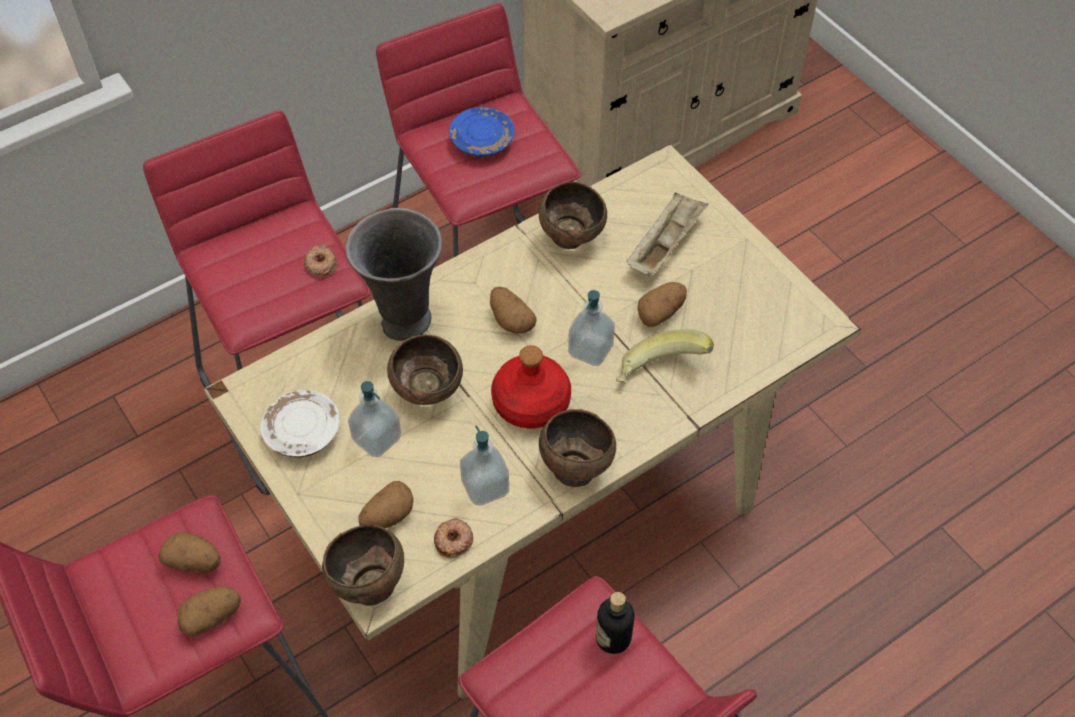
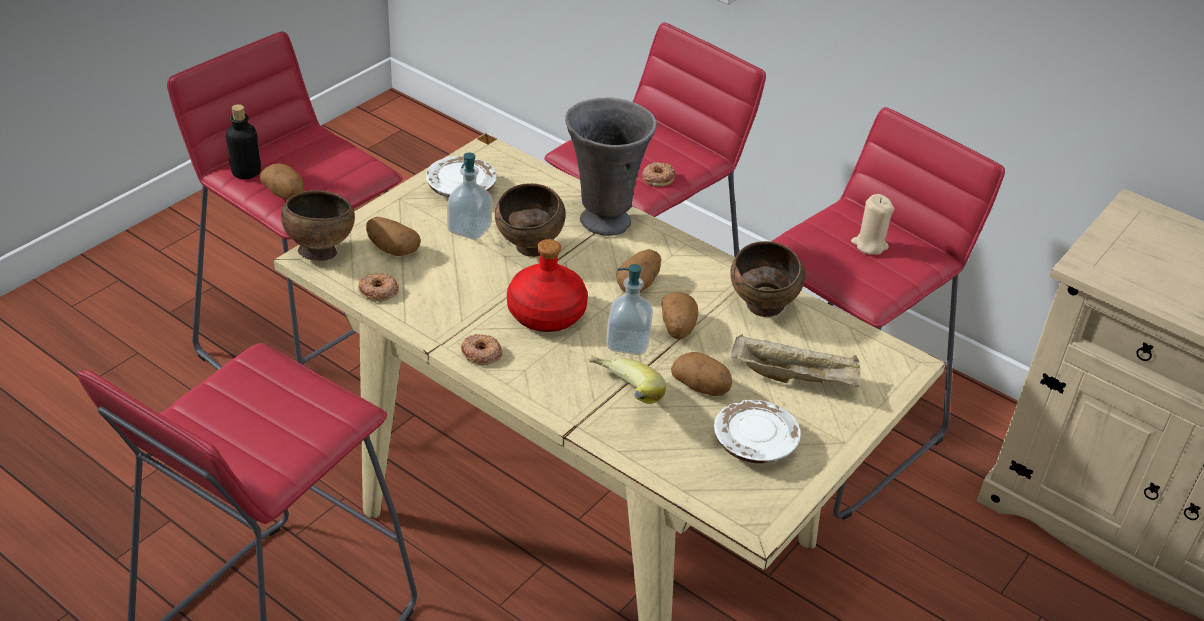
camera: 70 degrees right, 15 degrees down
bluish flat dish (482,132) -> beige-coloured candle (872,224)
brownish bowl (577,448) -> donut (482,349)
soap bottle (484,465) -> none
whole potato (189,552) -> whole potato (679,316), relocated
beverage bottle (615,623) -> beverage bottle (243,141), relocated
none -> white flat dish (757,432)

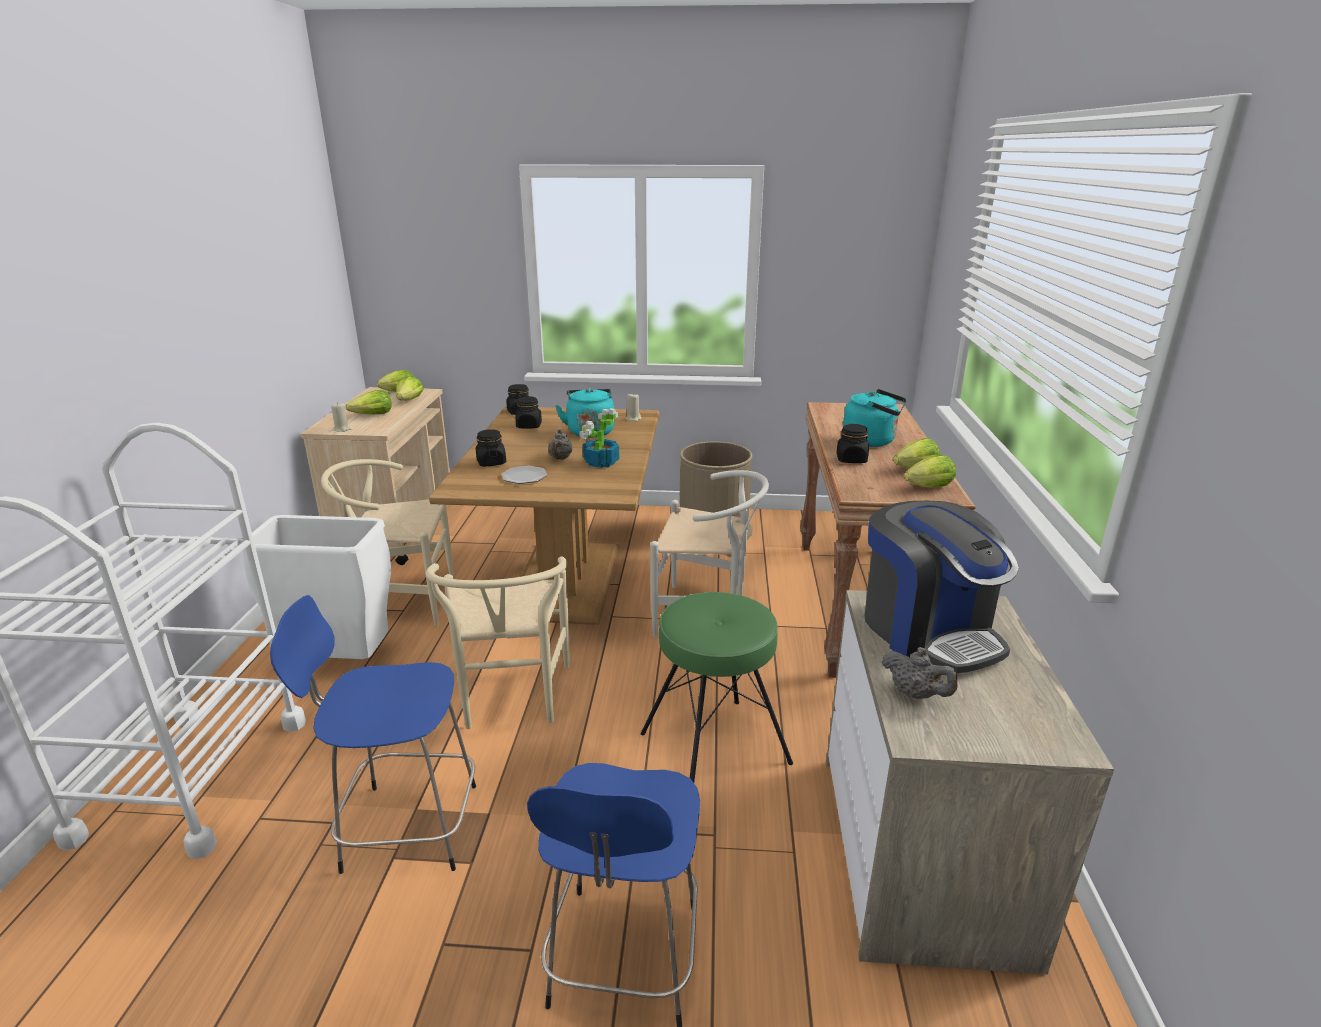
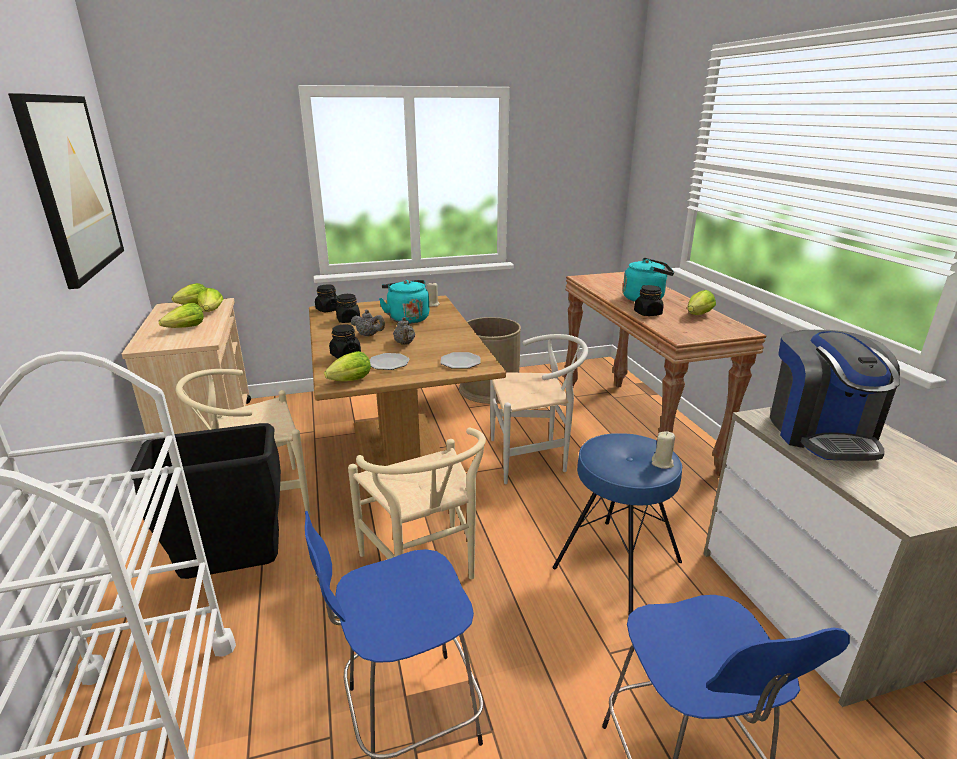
camera: 20 degrees left, 0 degrees up
beige-coloured candle (341,417) -> beige-coloured candle (663,450), relocated
houseplant (599,438) -> none
head of lettuce (930,471) -> head of lettuce (347,366), relocated
coffee machine (942,587) -> coffee machine (835,395), 45 degrees clockwise
white waste bin (317,587) -> black waste bin (205,501)
green sitting stool (717,687) -> bluish sitting stool (617,524)
grey teapot (920,673) -> grey teapot (368,323), relocated
none -> wall picture (66,191)
none -> flat dish (460,360)

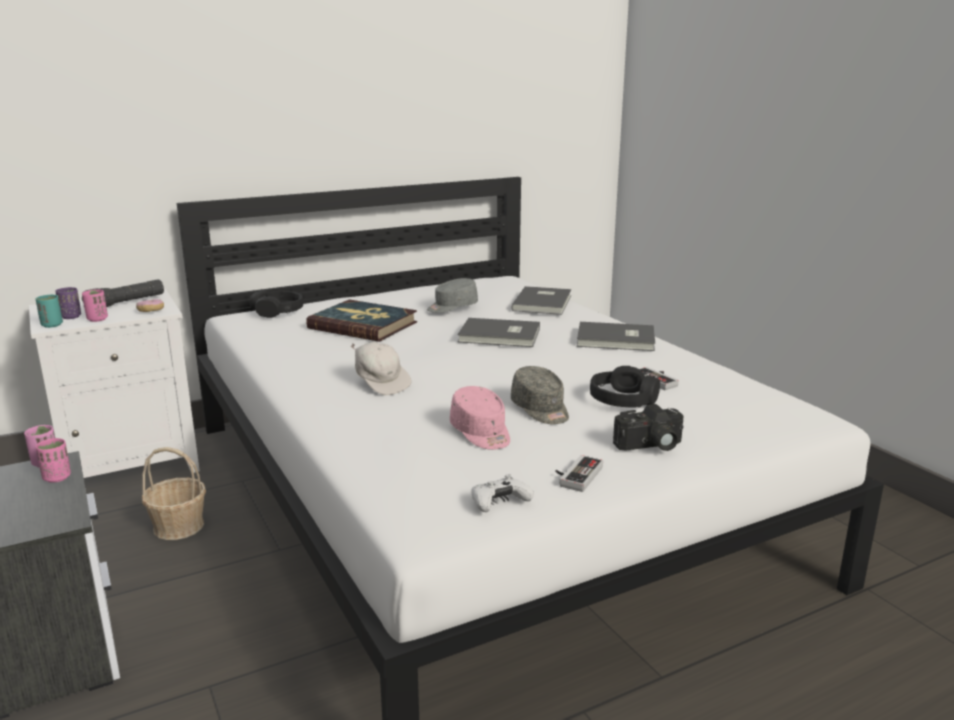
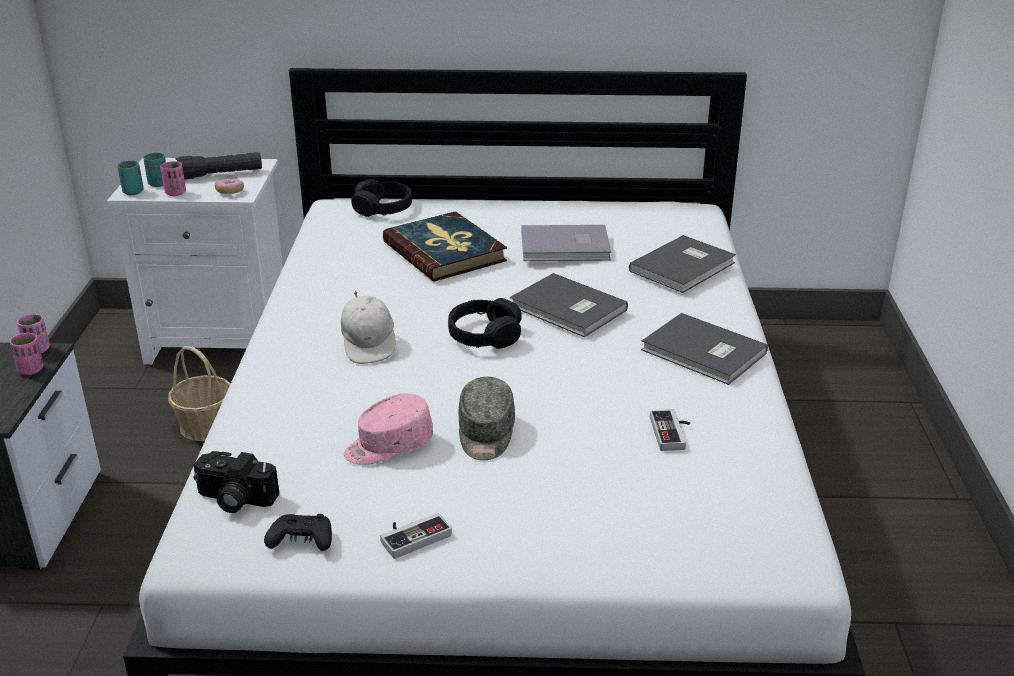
camera: 30 degrees right, 10 degrees up
grey baseball cap (452,295) -> grey bound book (566,243)
purple drinking cup (68,303) -> turquoise-coloured drinking cup (154,169)
black pair of headphones (625,387) -> black pair of headphones (485,323), relocated
pinkish baseball cap (480,418) -> pinkish baseball cap (388,429), 60 degrees clockwise
photo camera (648,427) -> photo camera (236,482), relocated
white joypad (502,493) -> black joypad (298,532)

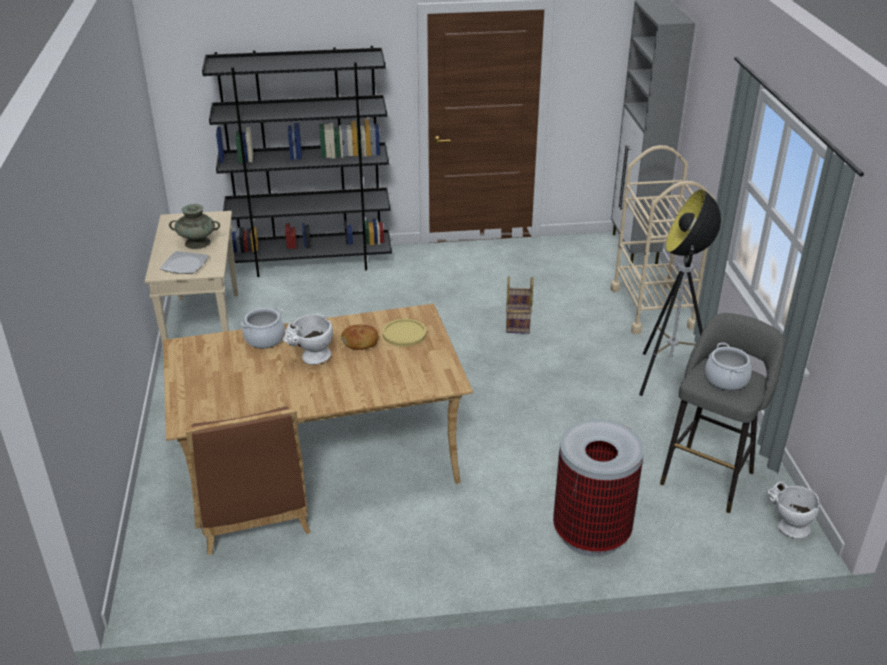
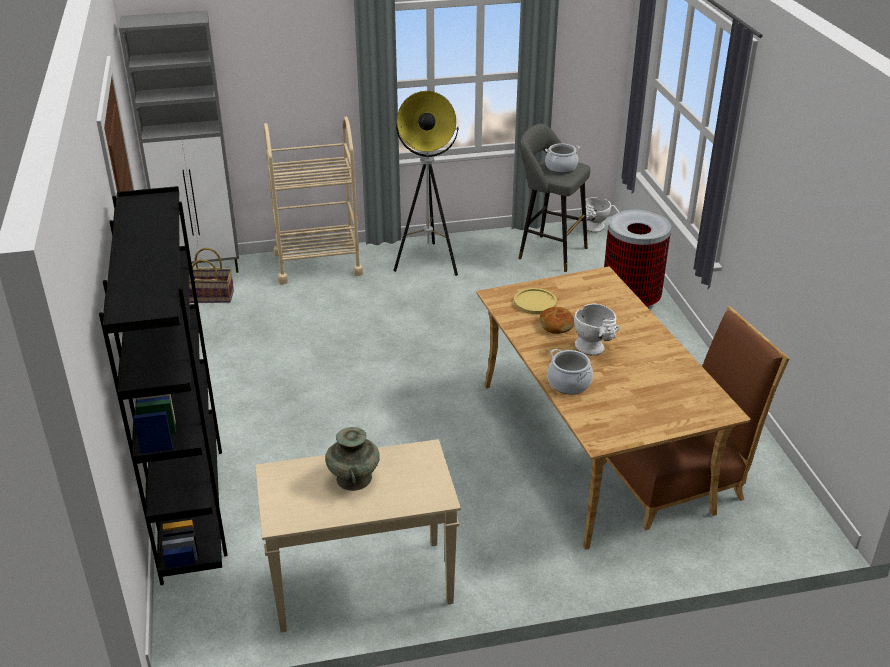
camera: 95 degrees left, 0 degrees up
flat dish (184,262) -> none
basket (519,305) -> basket (211,275), relocated

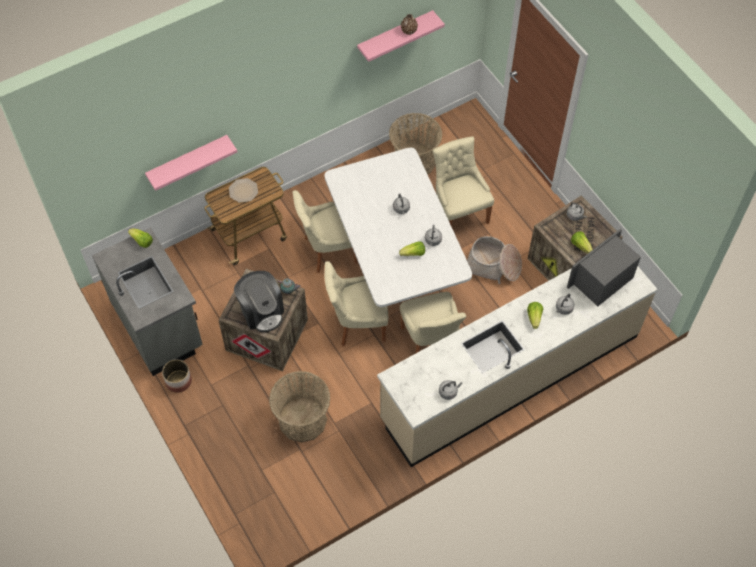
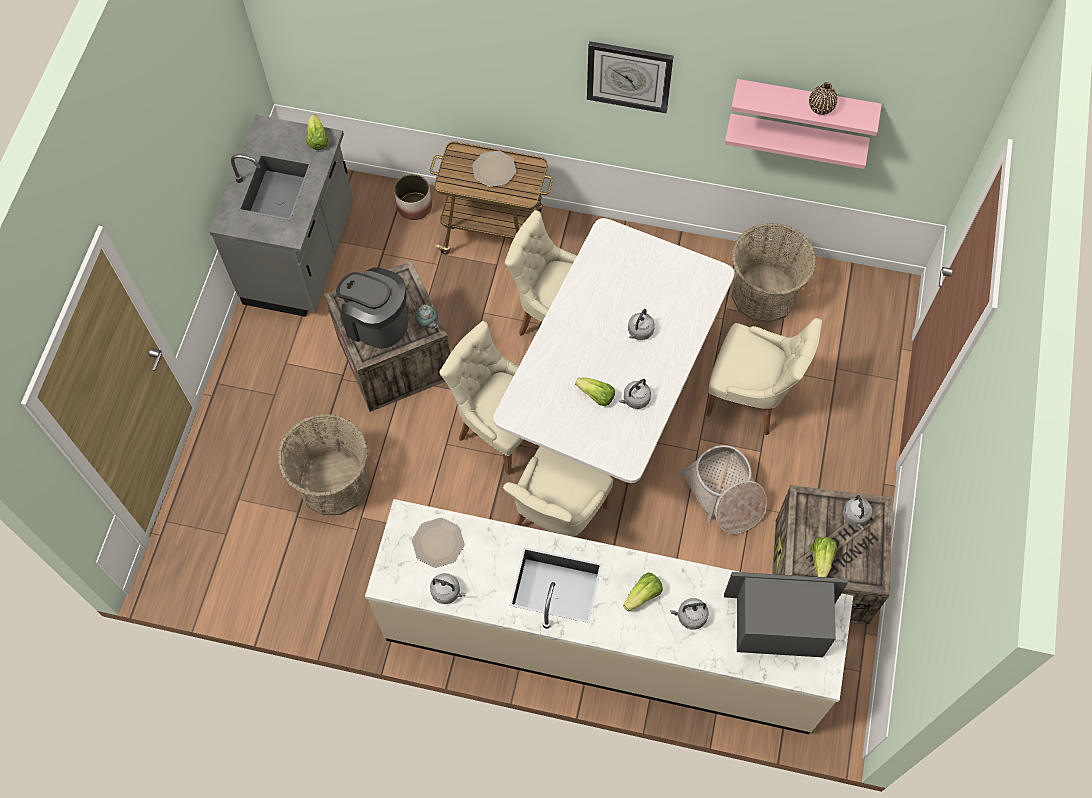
camera: 45 degrees right, 5 degrees up
pinkish bracket shelf (191,163) -> pinkish bracket shelf (797,141), relocated
beige-coloured chair (463,181) -> beige-coloured chair (764,376), 90 degrees clockwise
coffee machine (259,301) -> coffee machine (372,308), 105 degrees clockwise
planter (177,376) -> planter (413,197), relocated
none -> wall clock (630,77)
none -> flat dish (438,543)

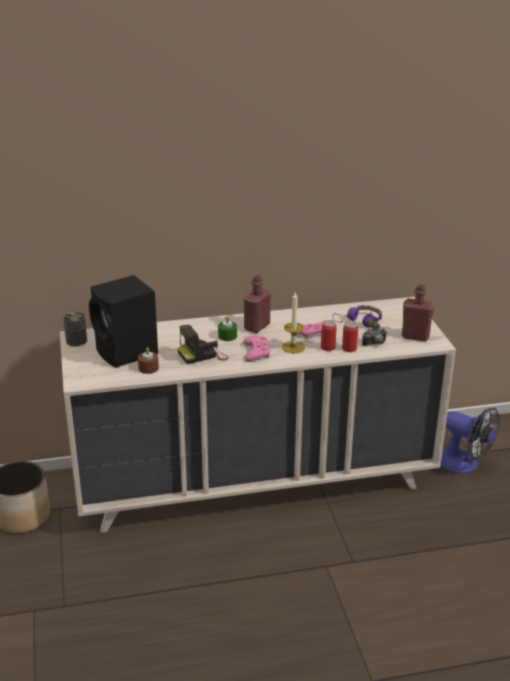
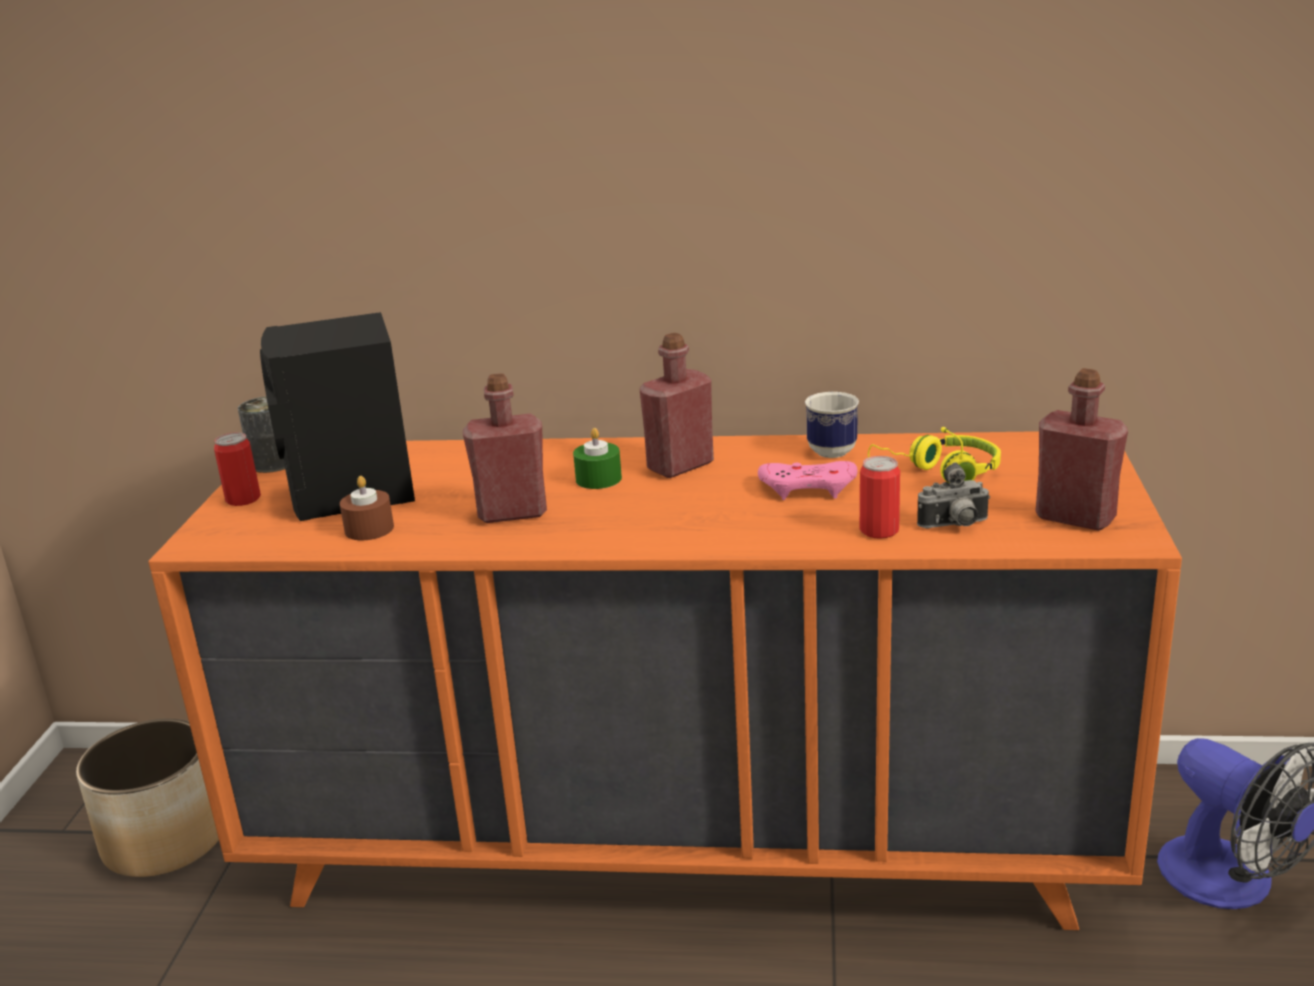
camera: 20 degrees right, 5 degrees down
candle (293,322) -> none
beige-coloured chest of drawers (258,415) -> orangey chest of drawers (665,680)
purple pair of headphones (357,316) -> yellow-coloured pair of headphones (934,455)
sealed can (329,335) -> sealed can (237,469), relocated
photo camera (203,344) -> red-coloured beverage bottle (505,448)
pinkish joypad (256,349) -> none
none -> tea mug (832,425)

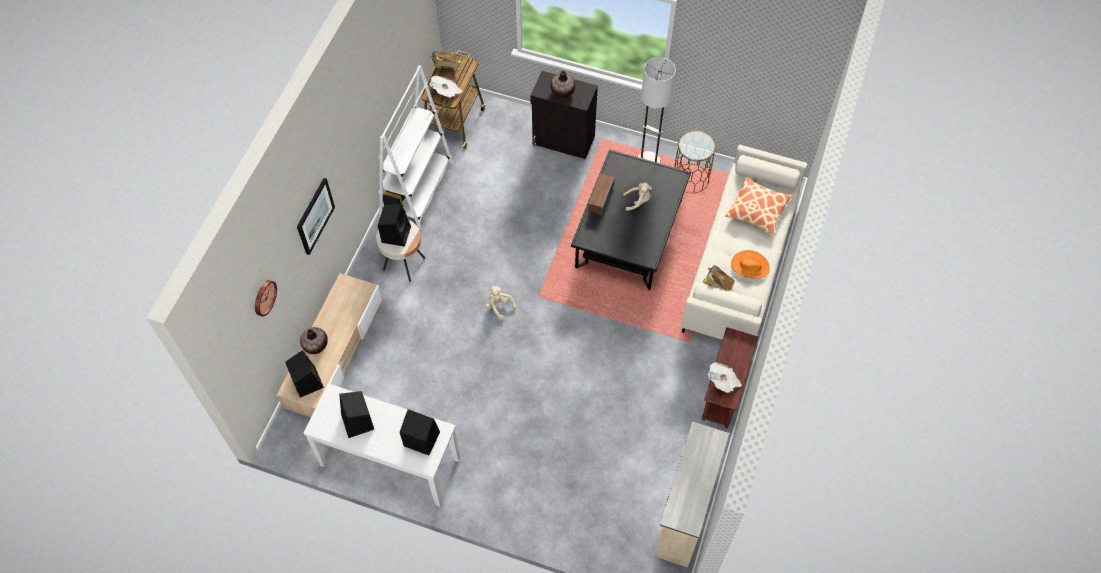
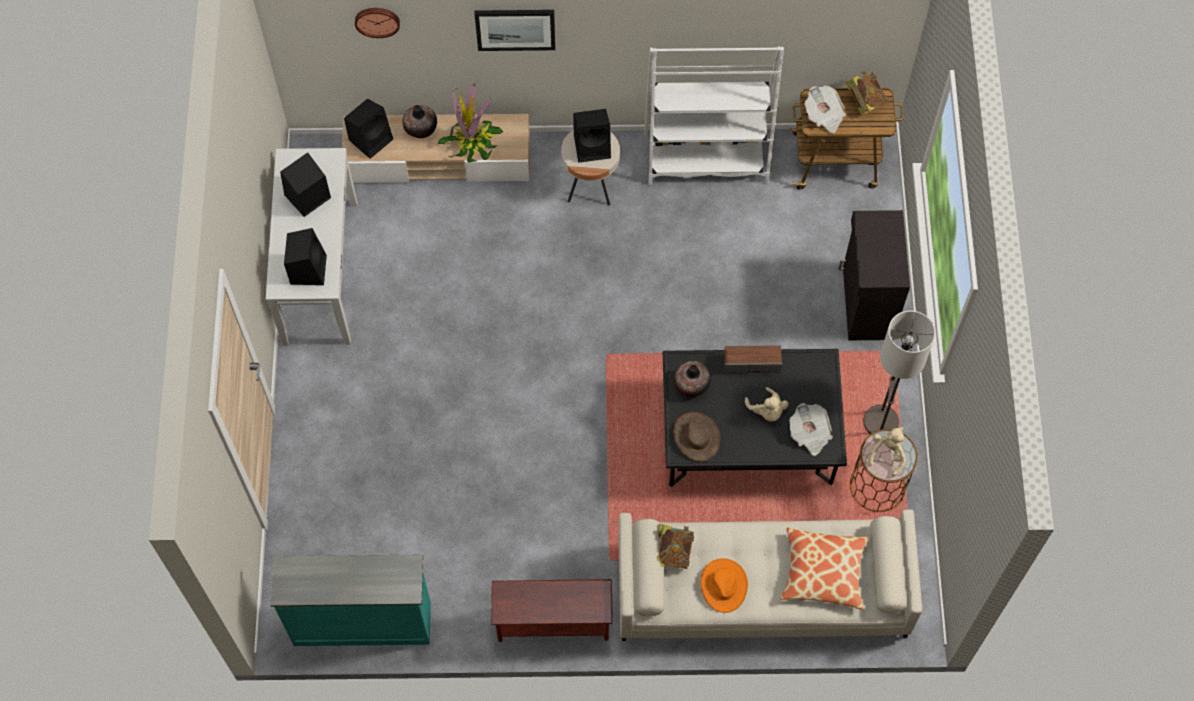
camera: 70 degrees right, 5 degrees up
decorative vase (562,84) -> decorative vase (692,379), relocated
beige-coloured soft toy (500,303) -> beige-coloured soft toy (887,452), relocated
printed paper (725,377) -> printed paper (811,429), relocated
beige-coloured chest of drawers (692,494) -> turquoise-coloured chest of drawers (350,600)
none -> houseplant (470,122)
none -> brownish wearable hat (696,437)

